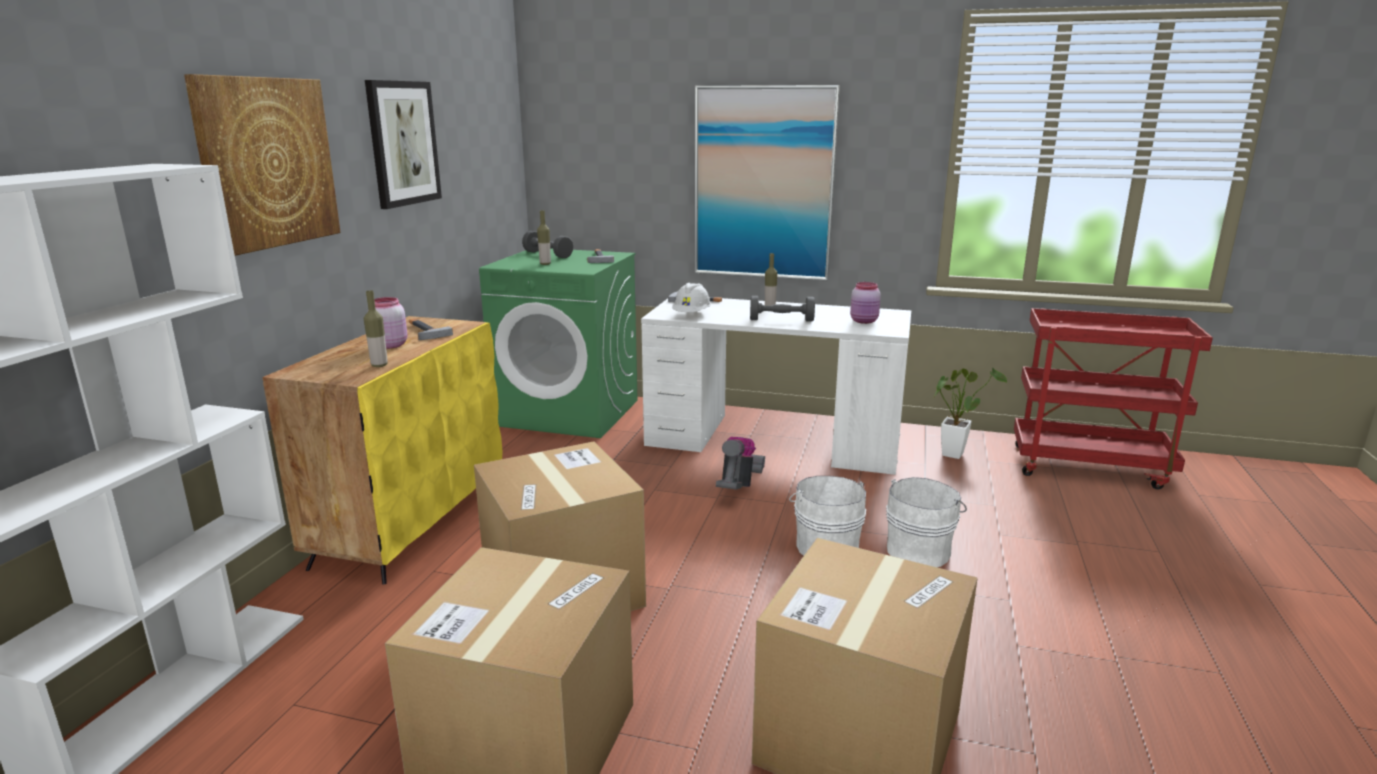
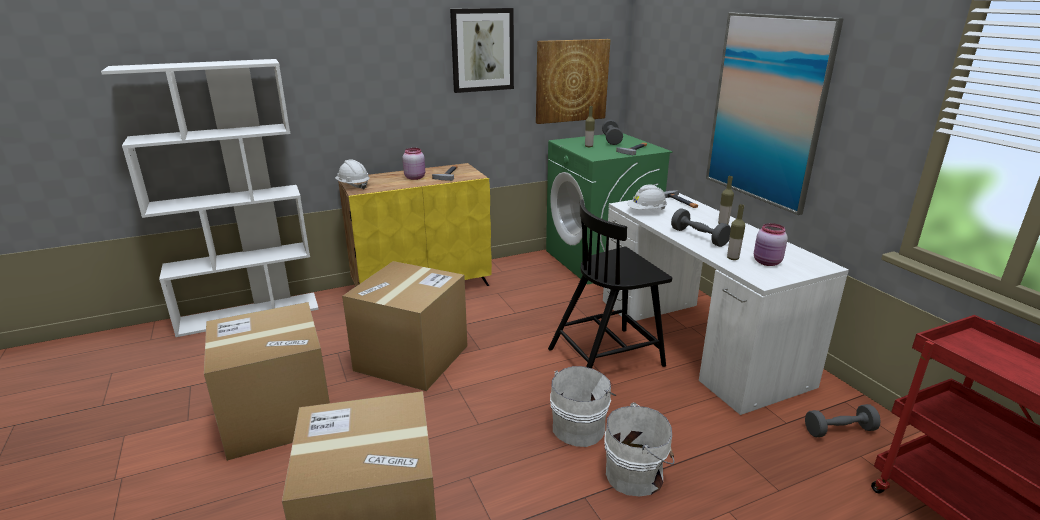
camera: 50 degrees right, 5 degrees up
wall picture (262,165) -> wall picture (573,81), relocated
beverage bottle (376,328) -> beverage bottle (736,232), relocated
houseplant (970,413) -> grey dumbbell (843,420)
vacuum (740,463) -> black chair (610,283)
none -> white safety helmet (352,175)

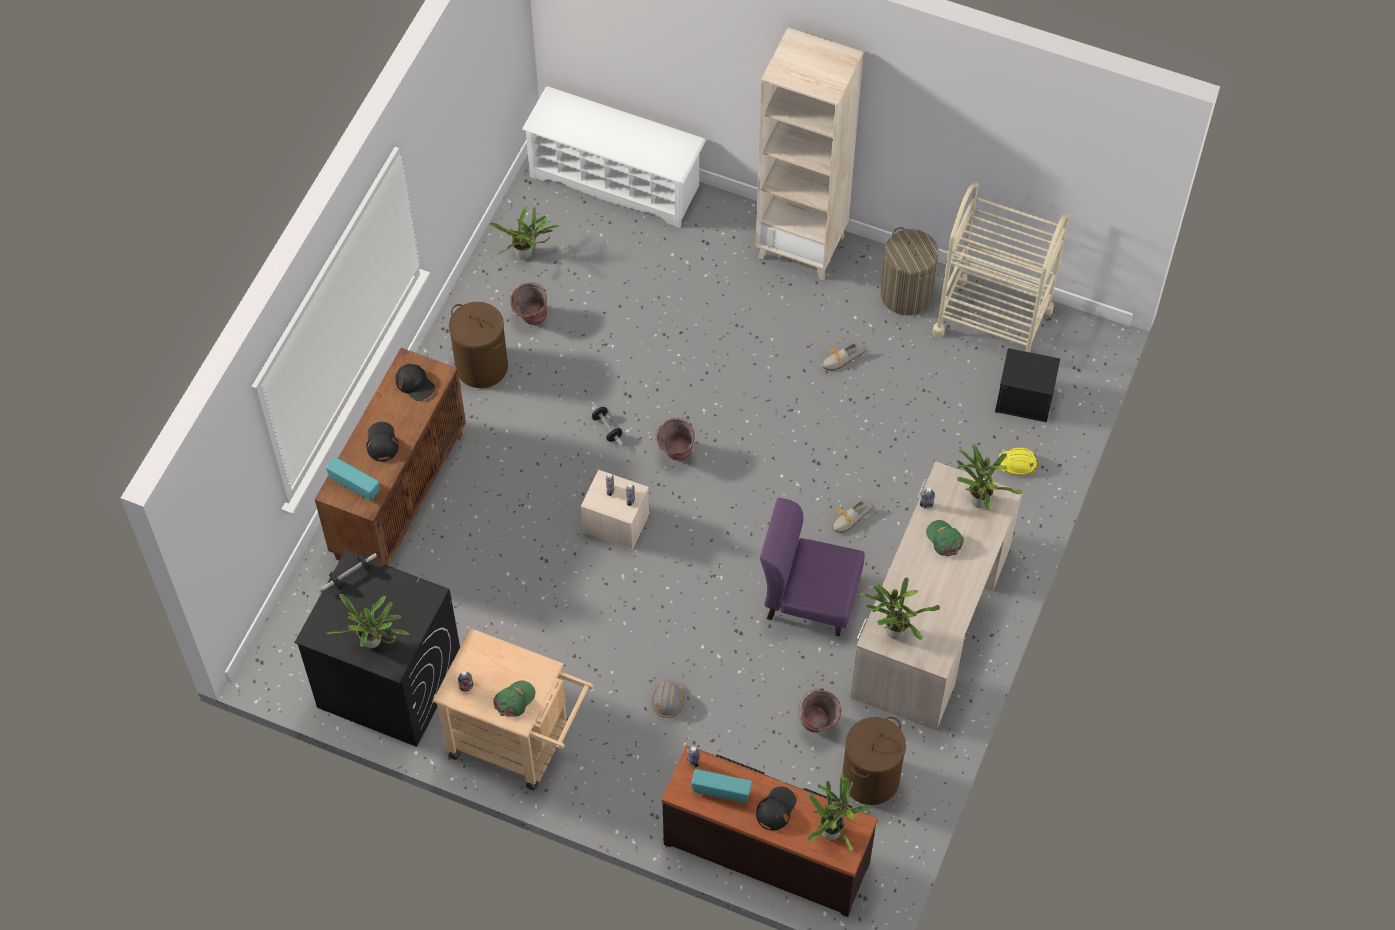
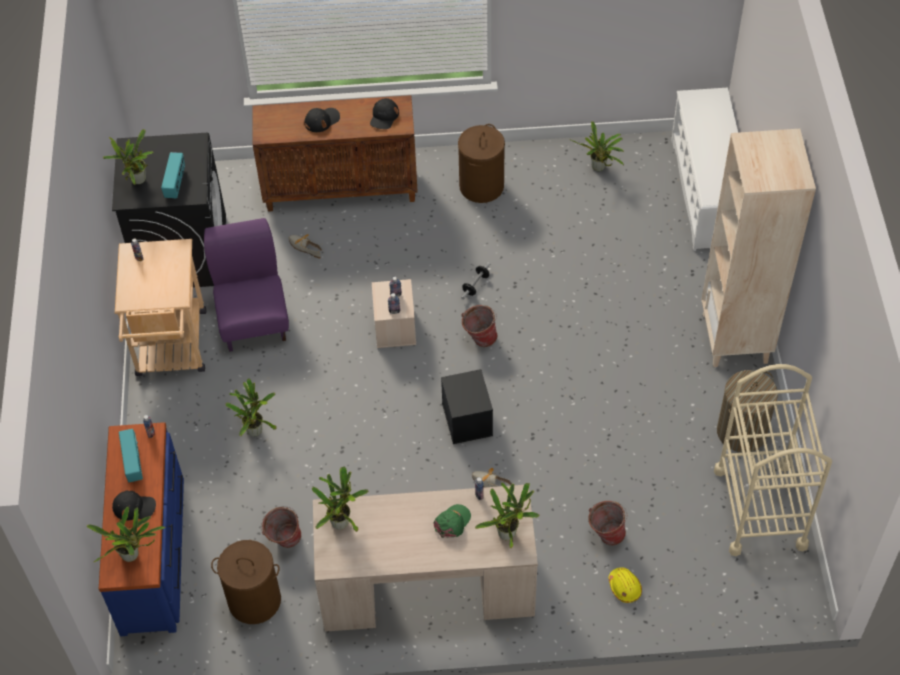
camera: 65 degrees right, 5 degrees down
bucket (528,303) -> bucket (607,523), relocated
item of footwear (843,357) -> item of footwear (305,246), relocated
black storage box (1027,385) -> black storage box (467,406), relocated
radio (353,479) -> radio (173,175), relocated
purple chair (812,567) -> purple chair (246,285), relocated
dumbbell (349,572) -> none
grey safety helmet (668,698) -> houseplant (251,407)
green baseball cap (514,698) -> none
brownish chest of drawers (769,831) -> bluish chest of drawers (141,529)

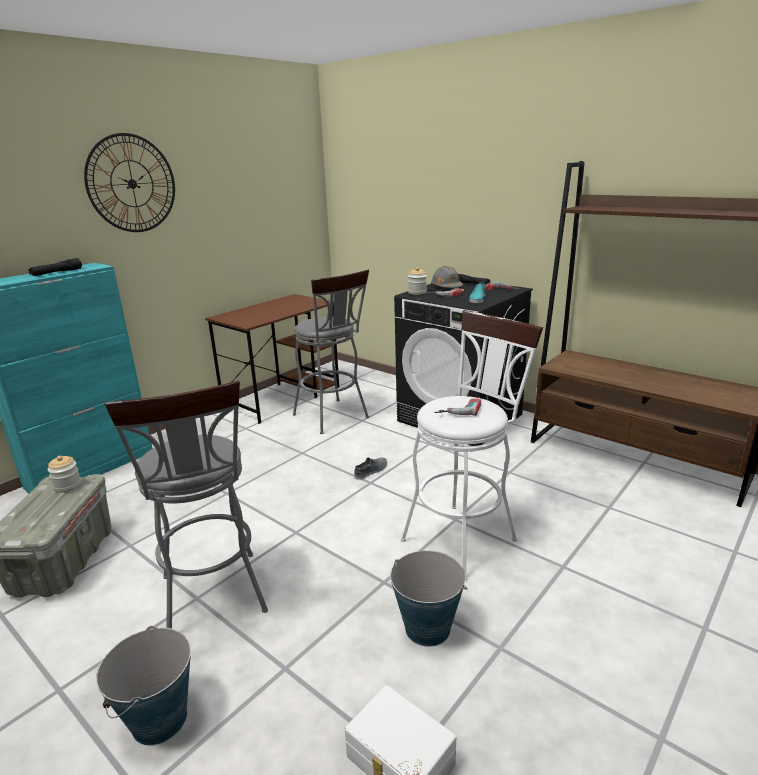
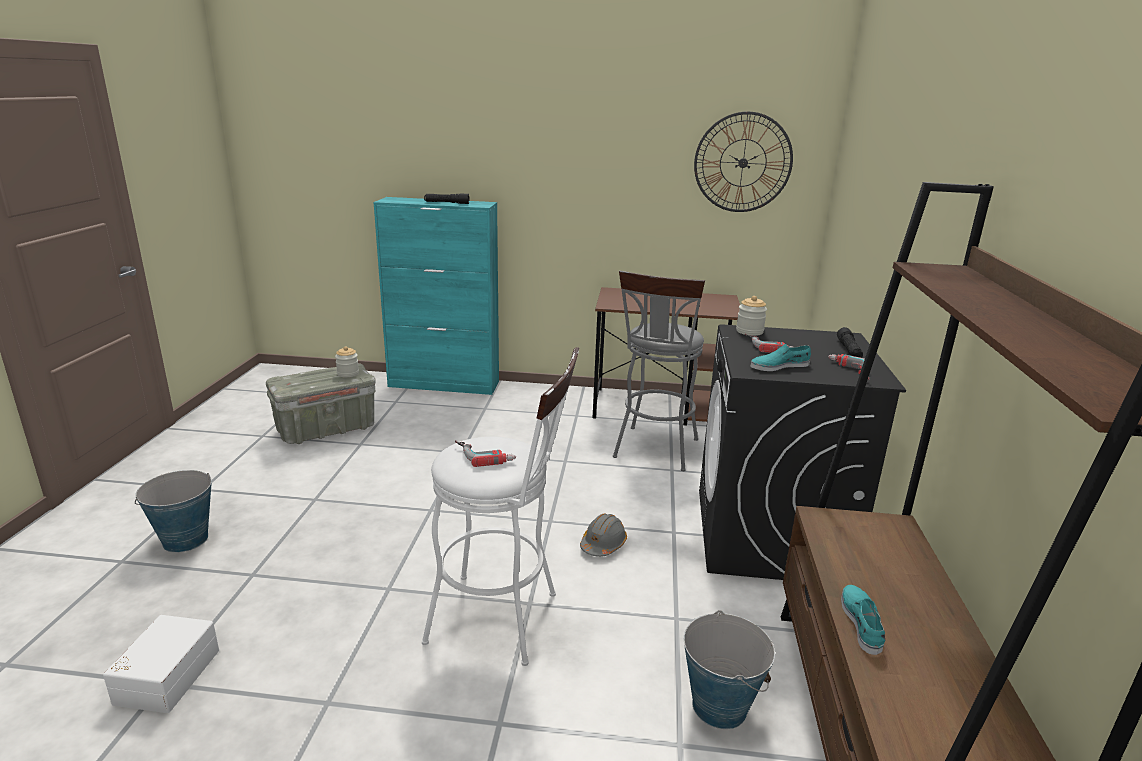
camera: 55 degrees right, 0 degrees up
wall clock (129,182) -> wall clock (743,162), relocated
grey safety helmet (447,277) -> grey safety helmet (603,535), relocated
grey sitting stool (186,505) -> none
grey item of footwear (370,469) -> none
bucket (429,598) -> bucket (729,669), relocated
none -> turquoise-coloured item of footwear (863,620)

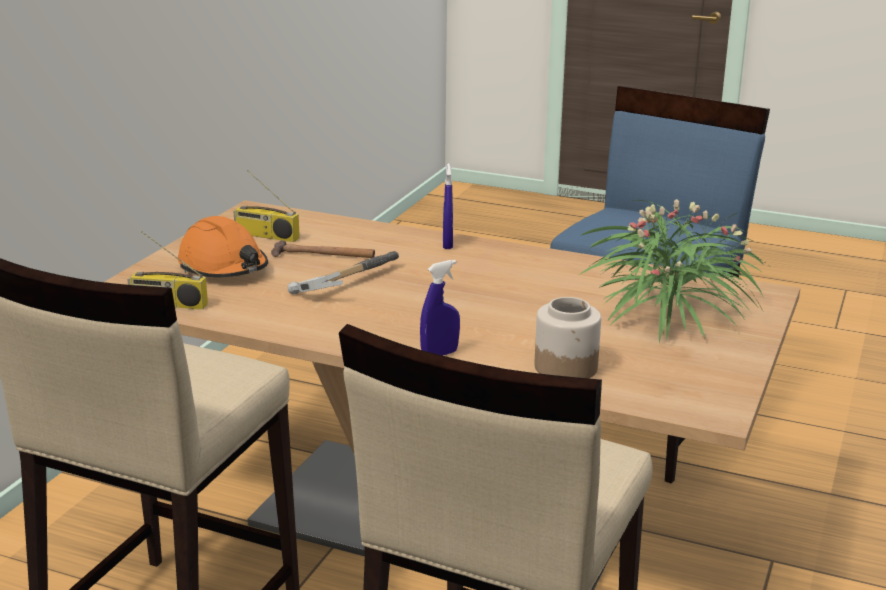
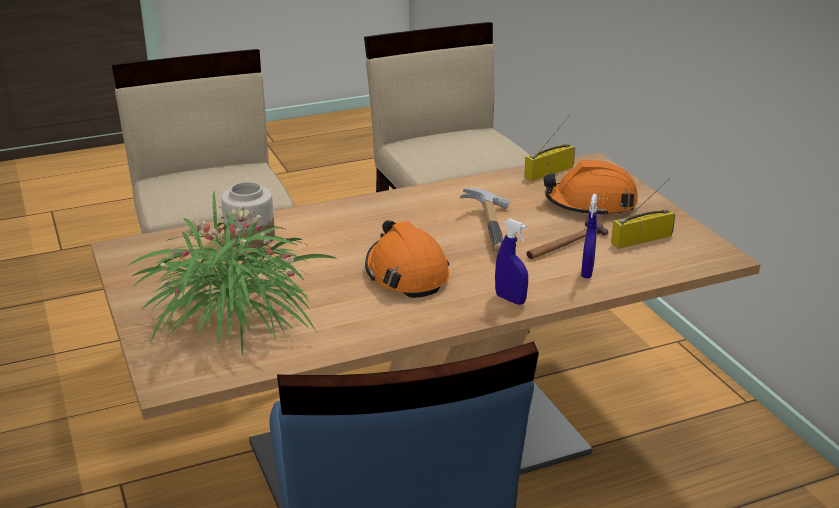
camera: 135 degrees right, 5 degrees up
bluish hand sprayer (440,308) -> bluish hand sprayer (589,236), relocated
none -> orangey safety helmet (407,259)

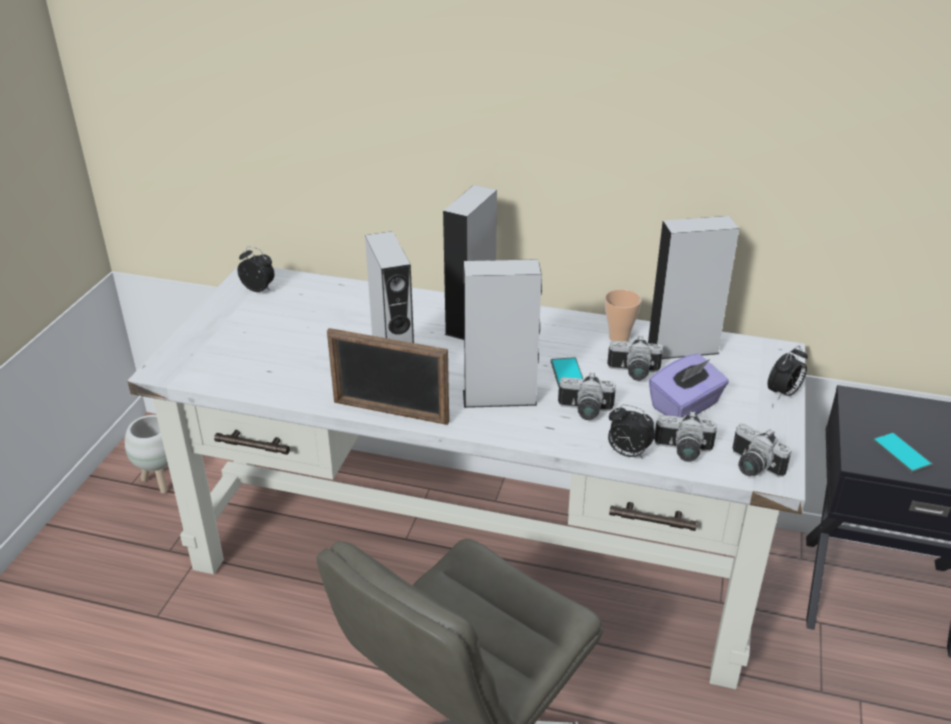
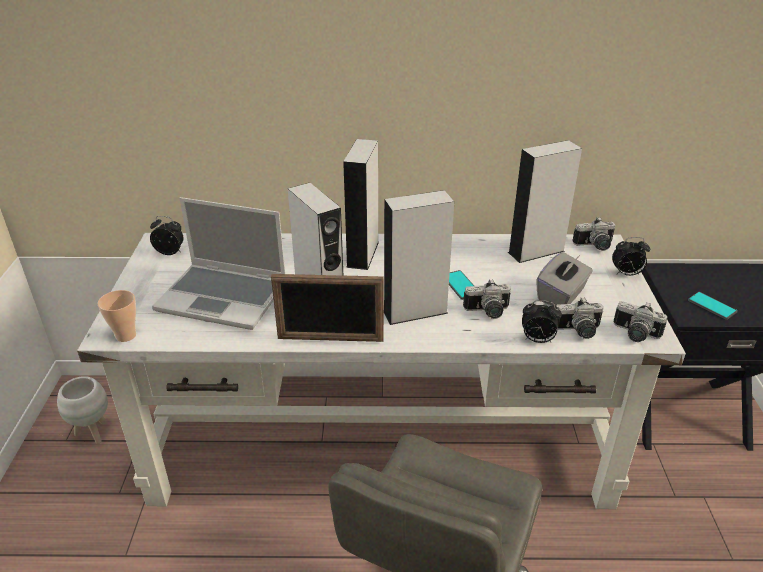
camera: 15 degrees left, 0 degrees up
drinking cup (623,315) -> drinking cup (117,316), relocated
photo camera (635,358) -> photo camera (593,234), relocated
table clock (788,373) -> table clock (631,256), 60 degrees clockwise
purple tissue box (689,385) -> grey tissue box (564,279)
none -> laptop (218,263)

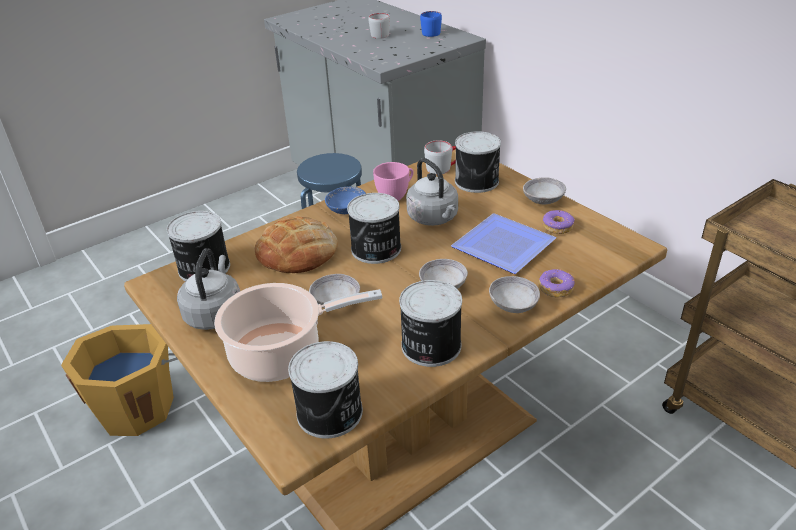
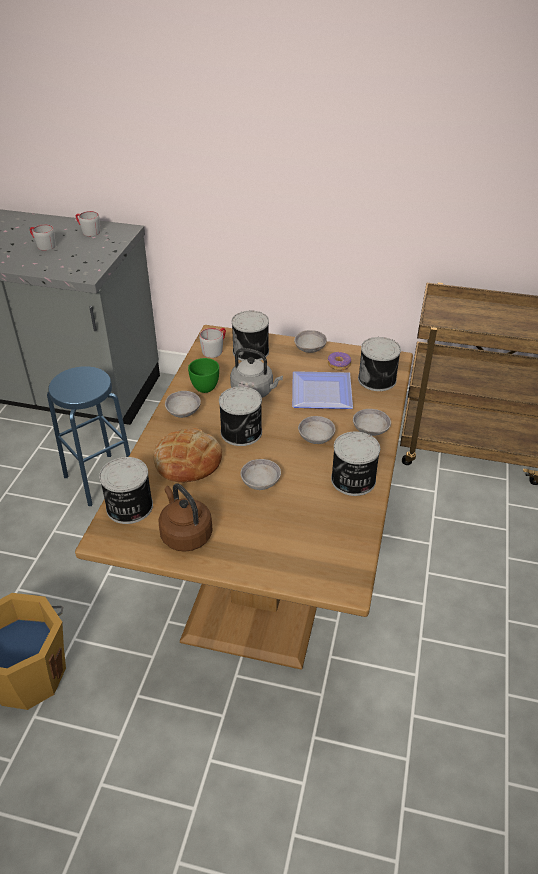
camera: 40 degrees left, 5 degrees up
bluish tea mug (431,24) -> grey tea mug (88,223)
pinkish drinking cup (393,181) -> green drinking cup (203,375)
bluish bowl (345,200) -> grey bowl (183,404)
grey kettle (208,289) -> brownish kettle (185,518)
donut (557,283) -> none
cooking pot (298,332) -> none
sealed can (325,390) -> sealed can (379,364), relocated

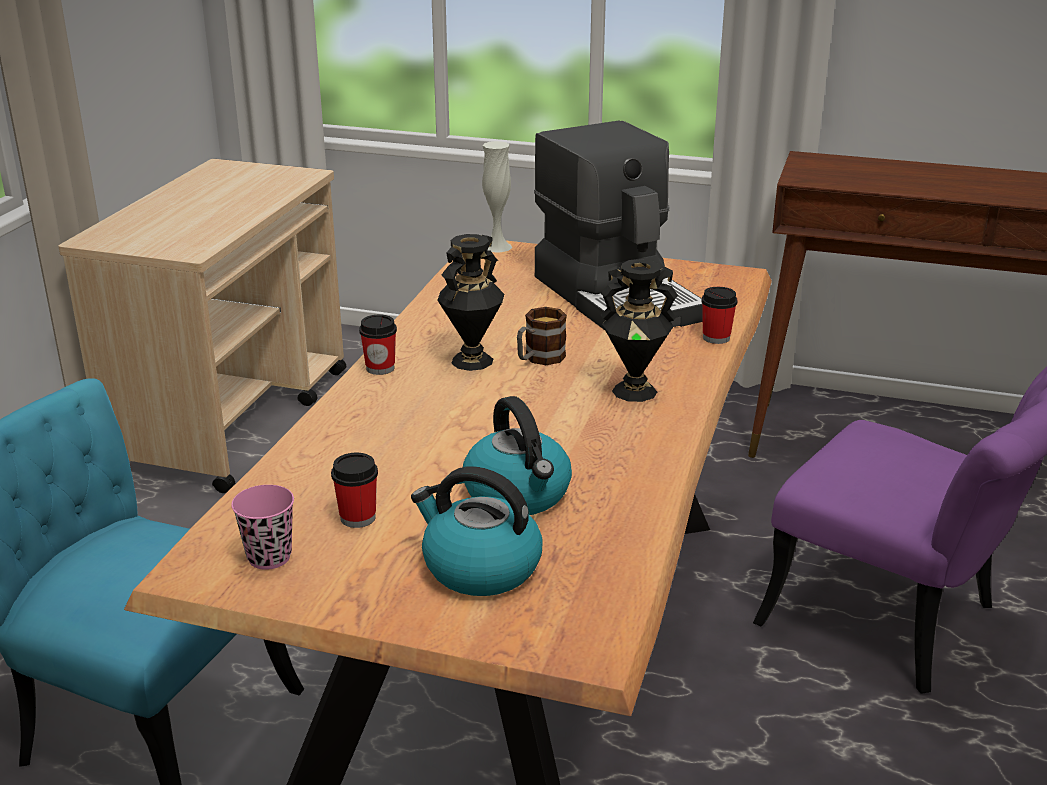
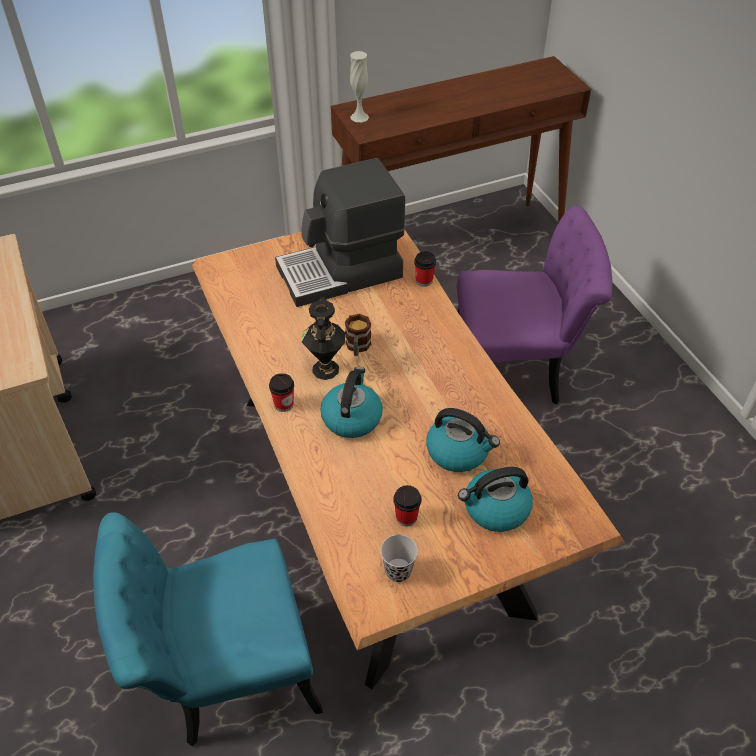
camera: 40 degrees left, 20 degrees up
coffee machine (618,225) -> coffee machine (340,232), 135 degrees clockwise
white decorative vase (497,197) -> white decorative vase (359,86), relocated
black decorative vase (639,330) -> none
pinkish drinking cup (262,527) -> black drinking cup (399,558)
none -> kettle (351,402)

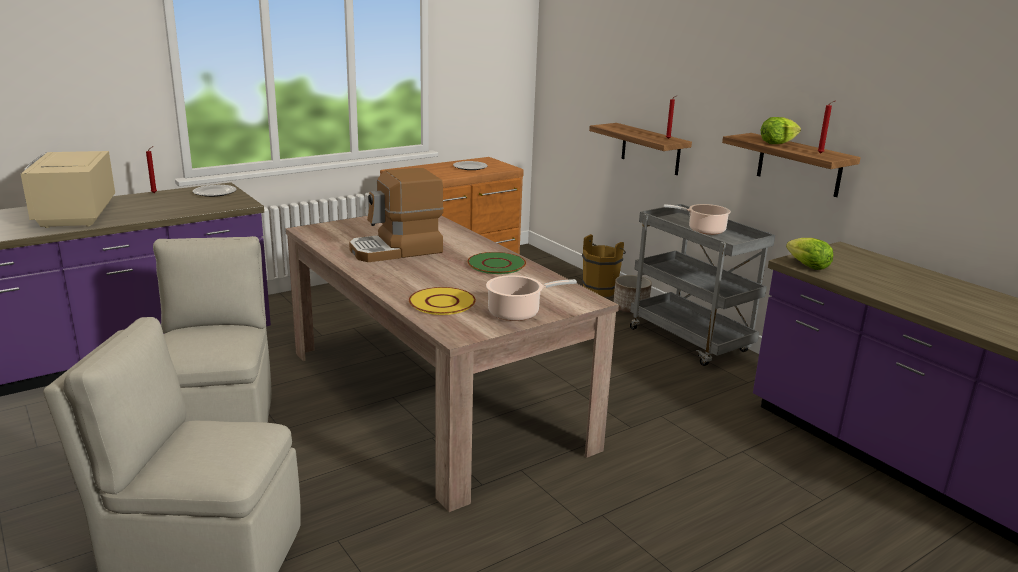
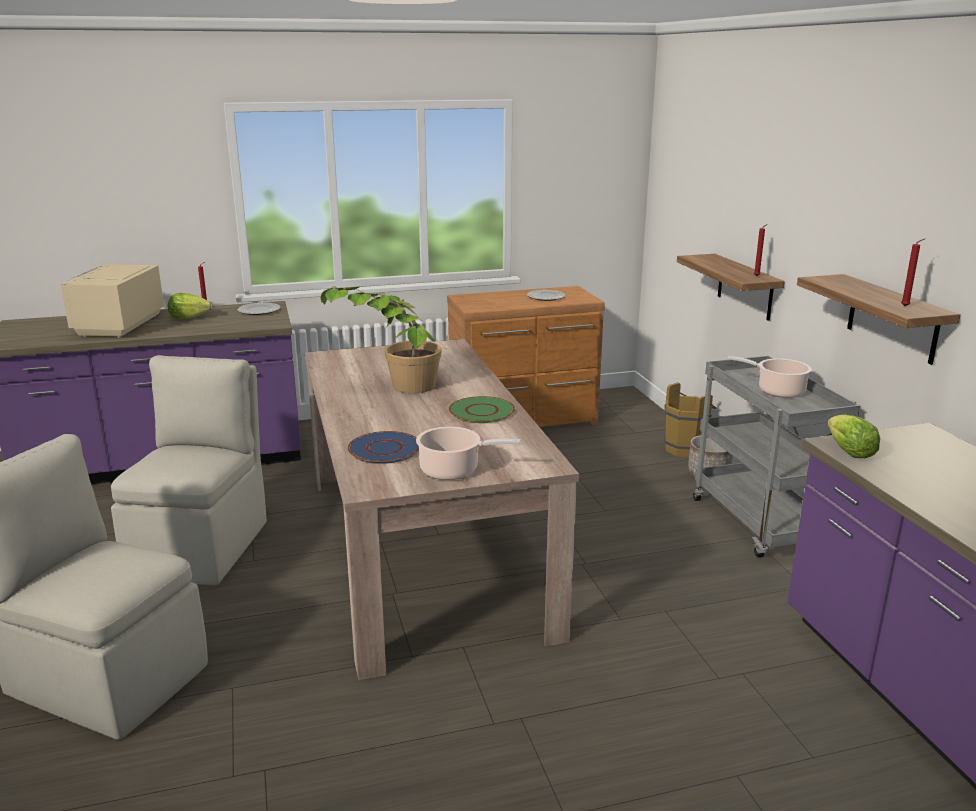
camera: 20 degrees right, 0 degrees up
head of lettuce (781,130) -> head of lettuce (190,306), relocated
coffee machine (396,215) -> houseplant (381,339)
yellow-coloured flat dish (442,301) -> bluish flat dish (383,447)

